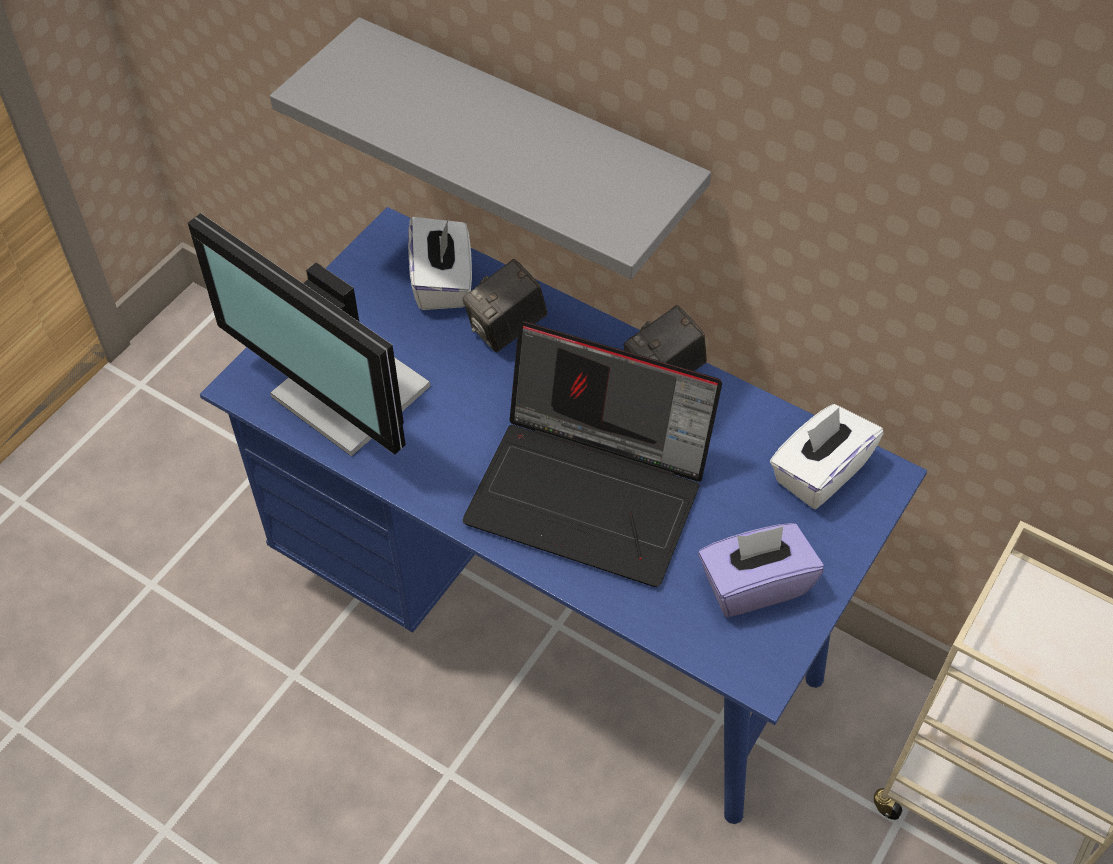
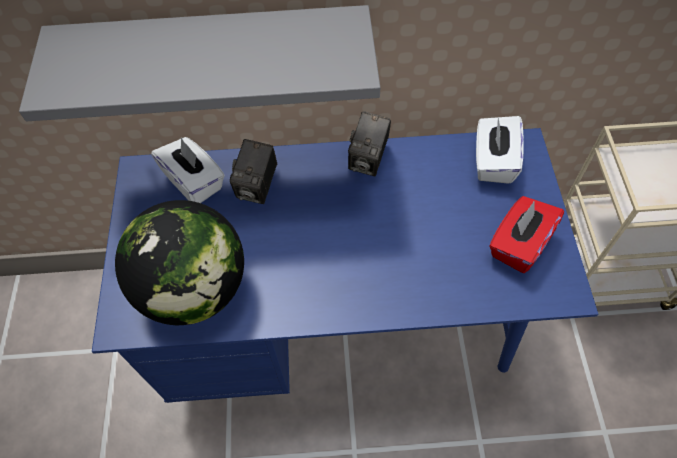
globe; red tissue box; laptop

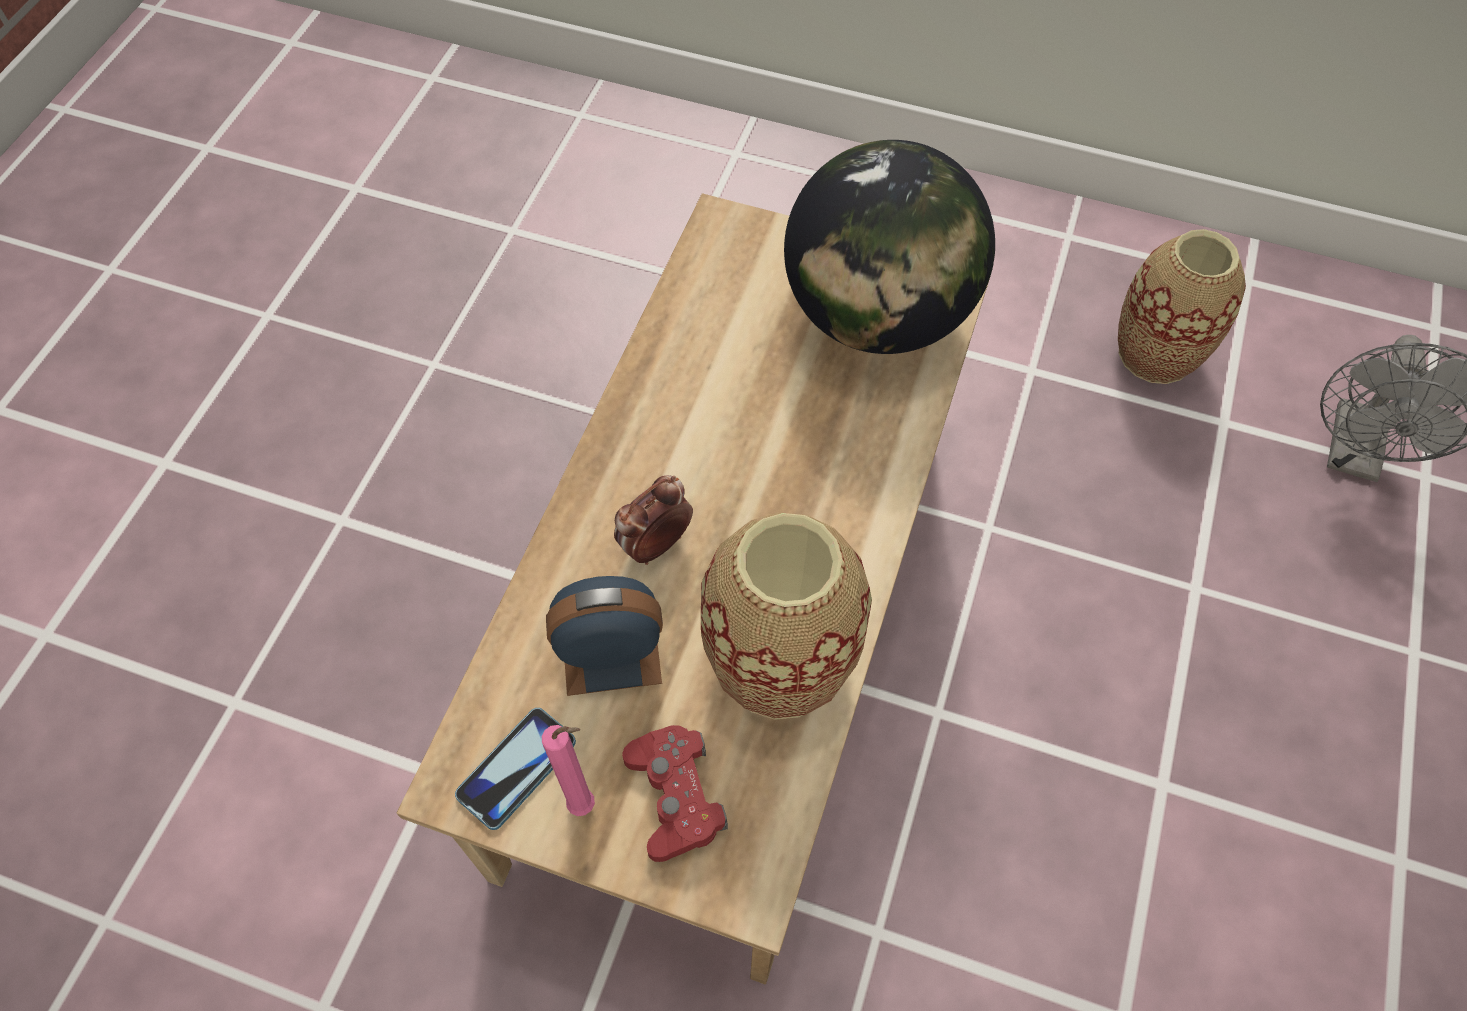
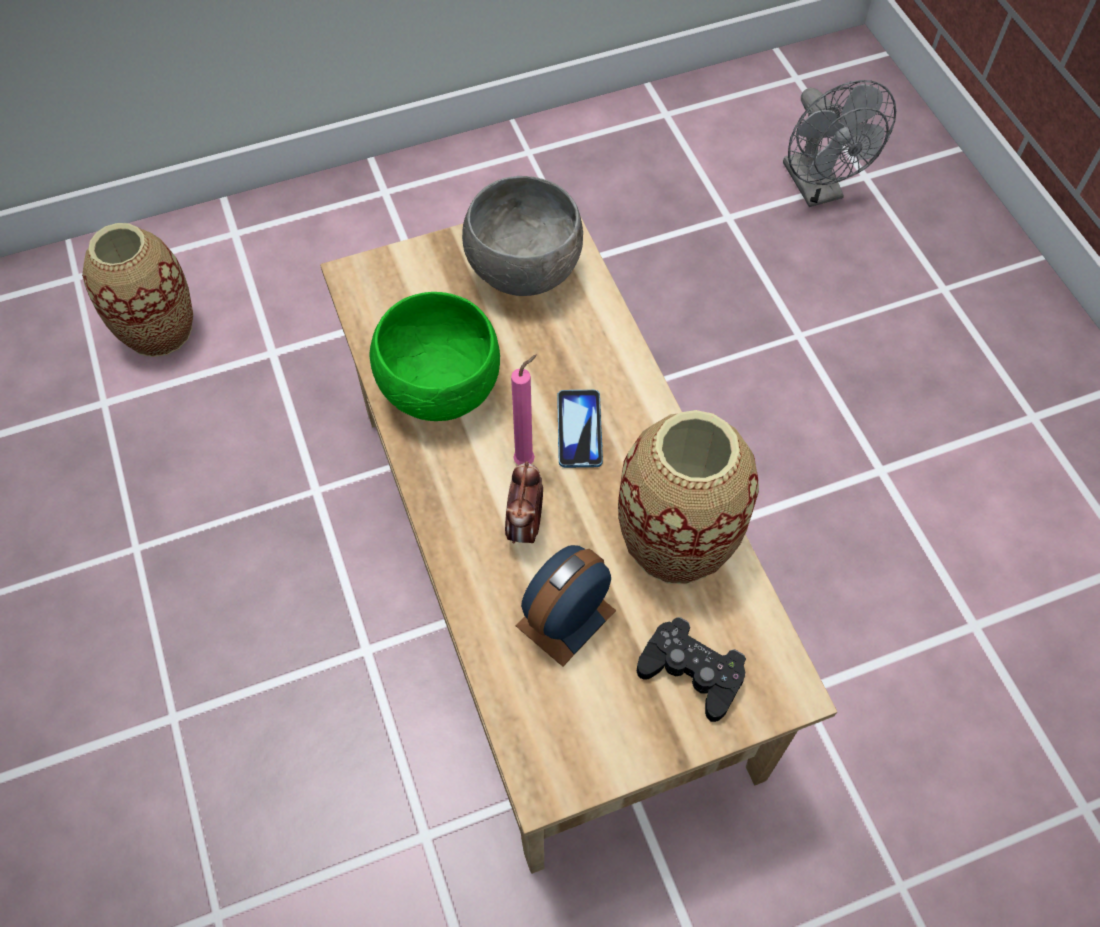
vase (1st from left); green bowl; grey bowl; pink candle; phone; black game controller

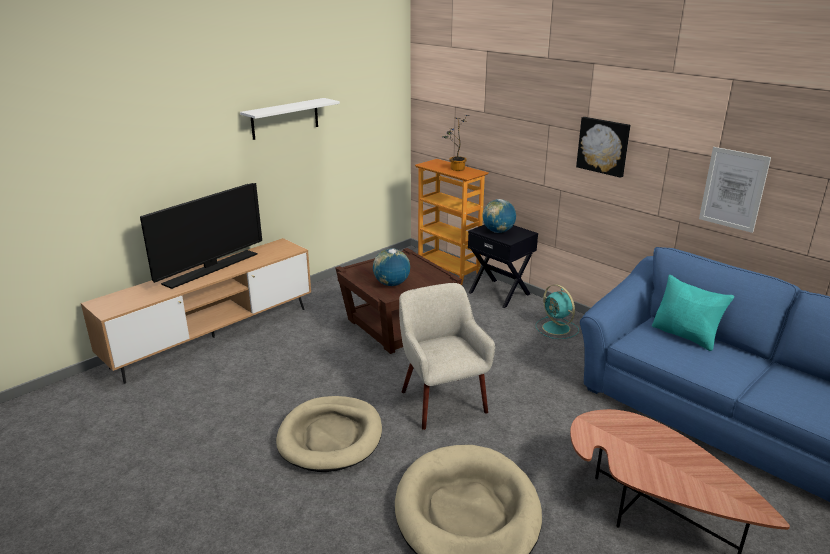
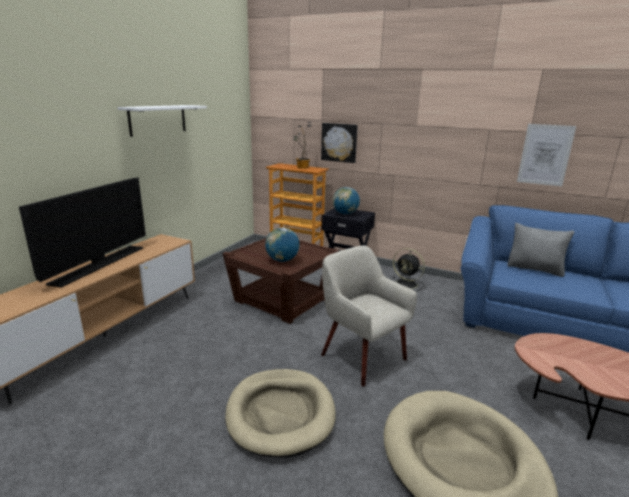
picture (1st from left); black fan; grey pillow

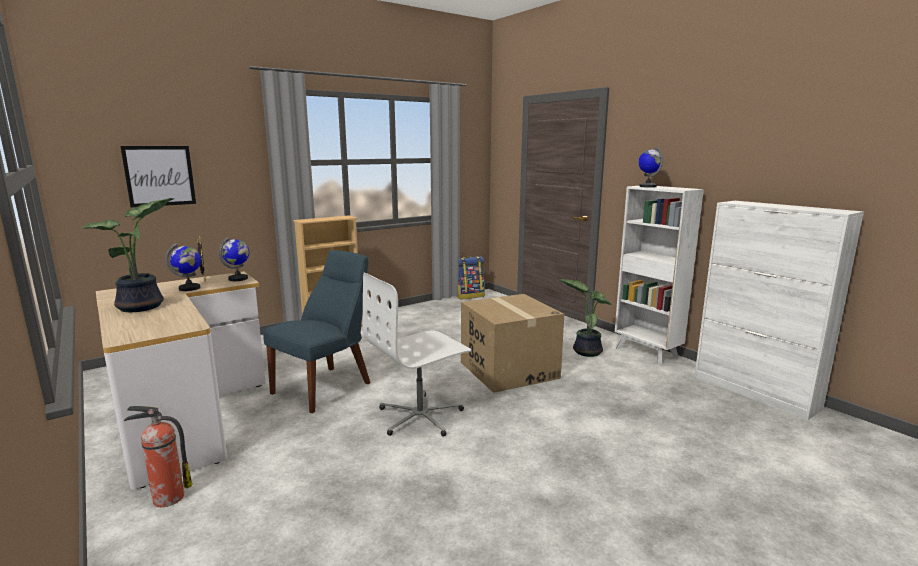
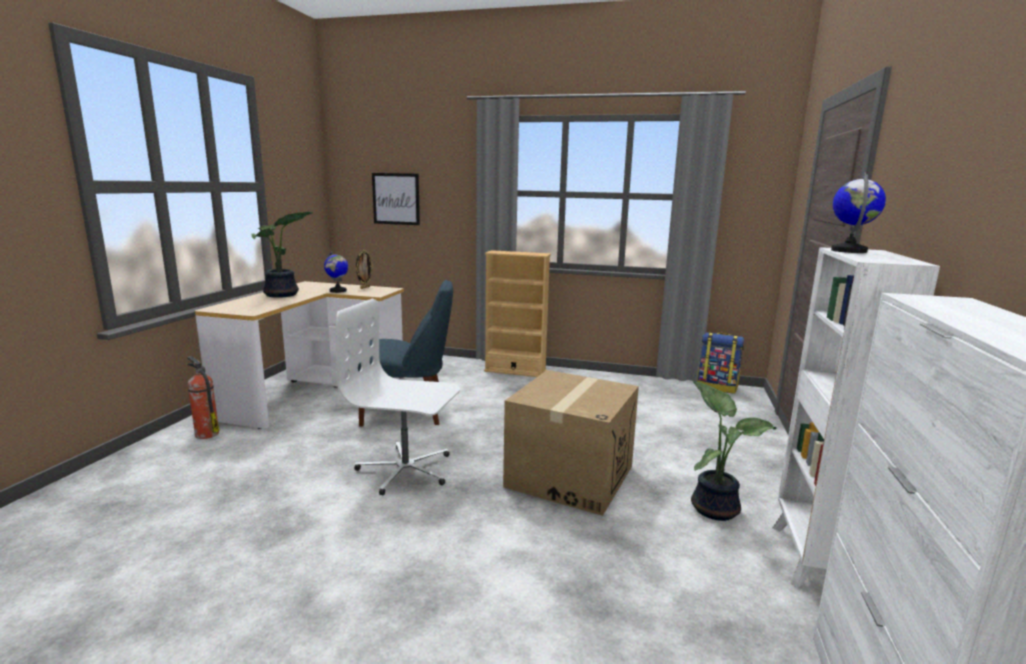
globe (2nd from left in the first image)

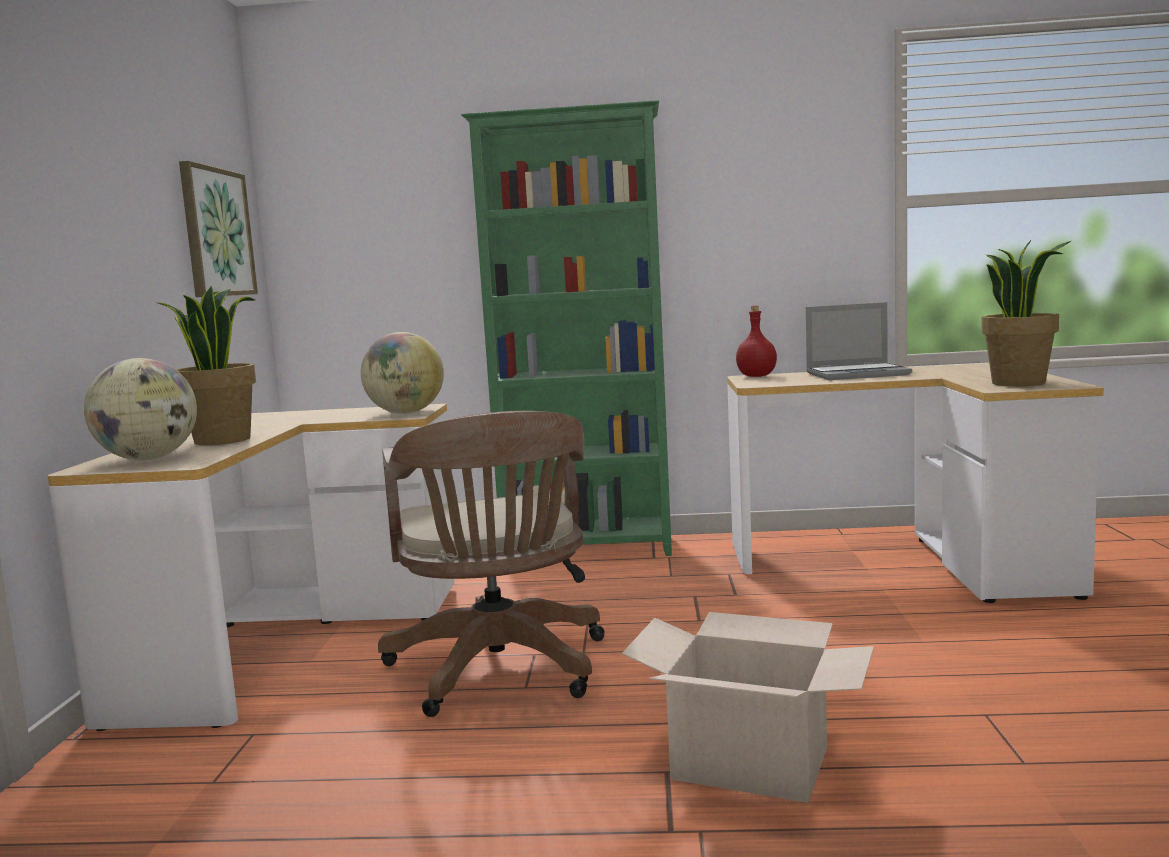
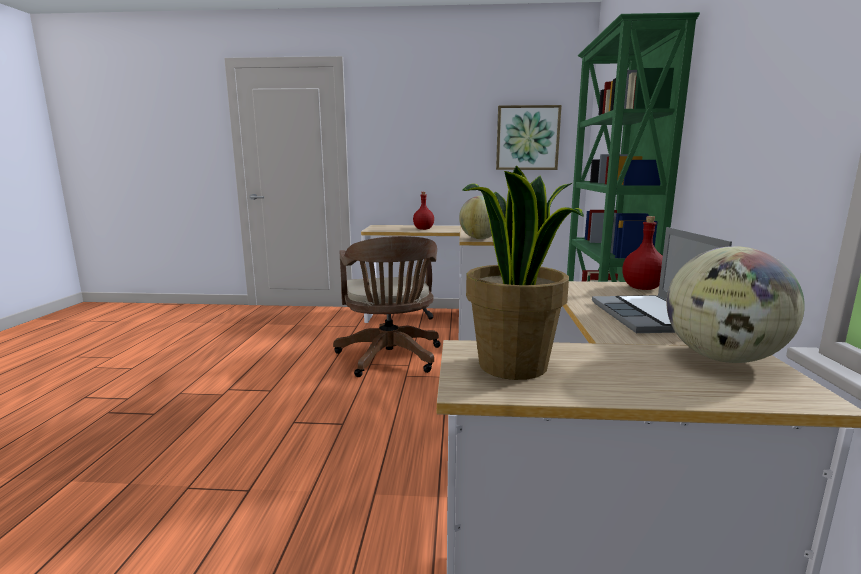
brown office chair; red bottle (1st from left); globe (2nd from left); cardboard box

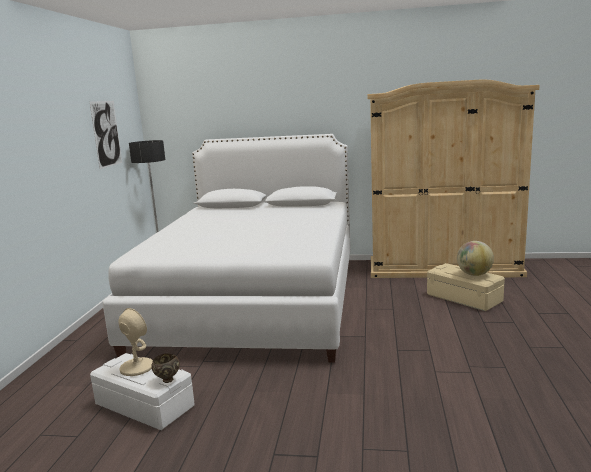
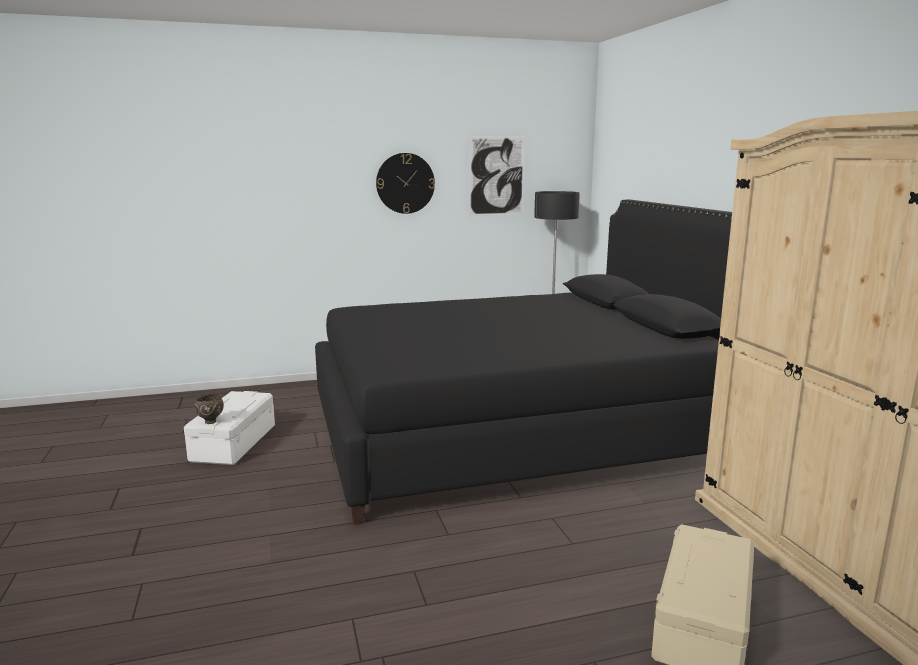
black bed; wall clock; beige table lamp; globe

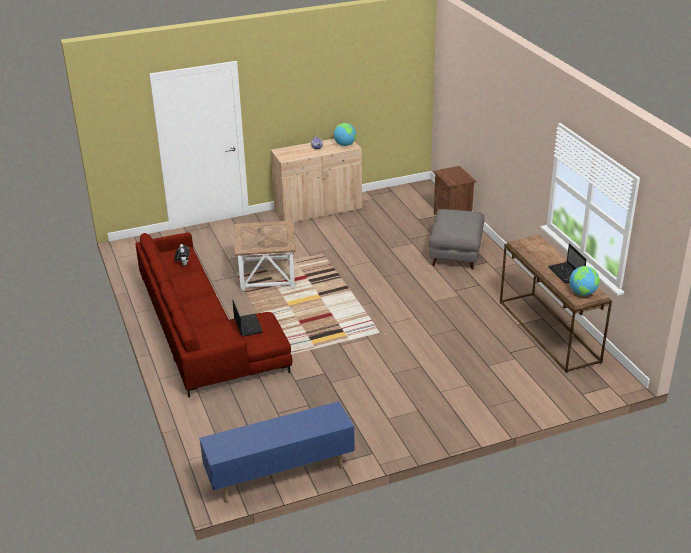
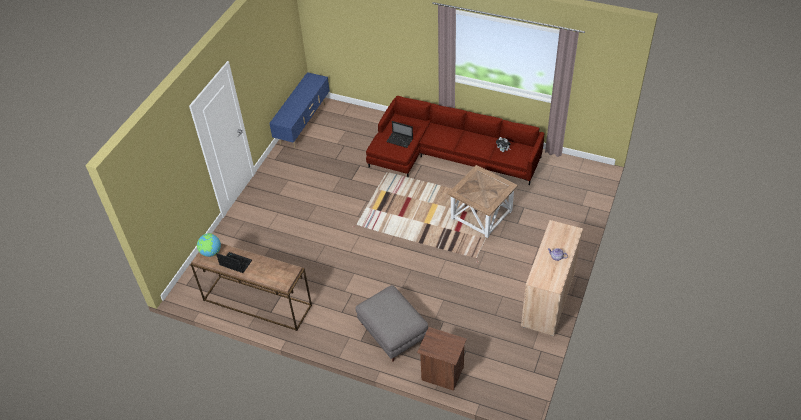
globe (1st from left in the first image)

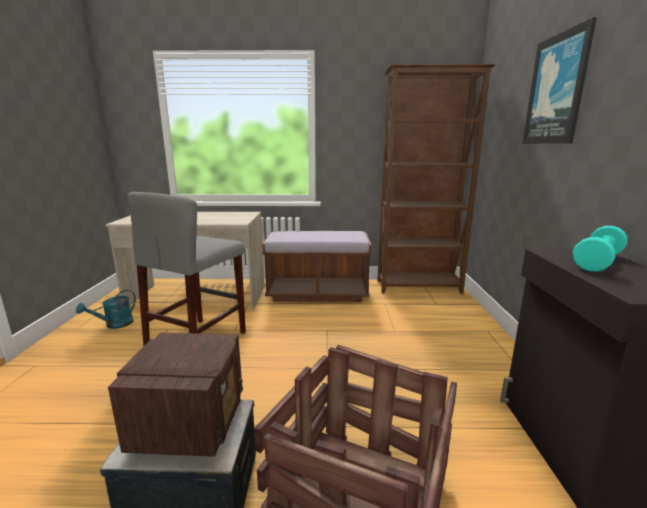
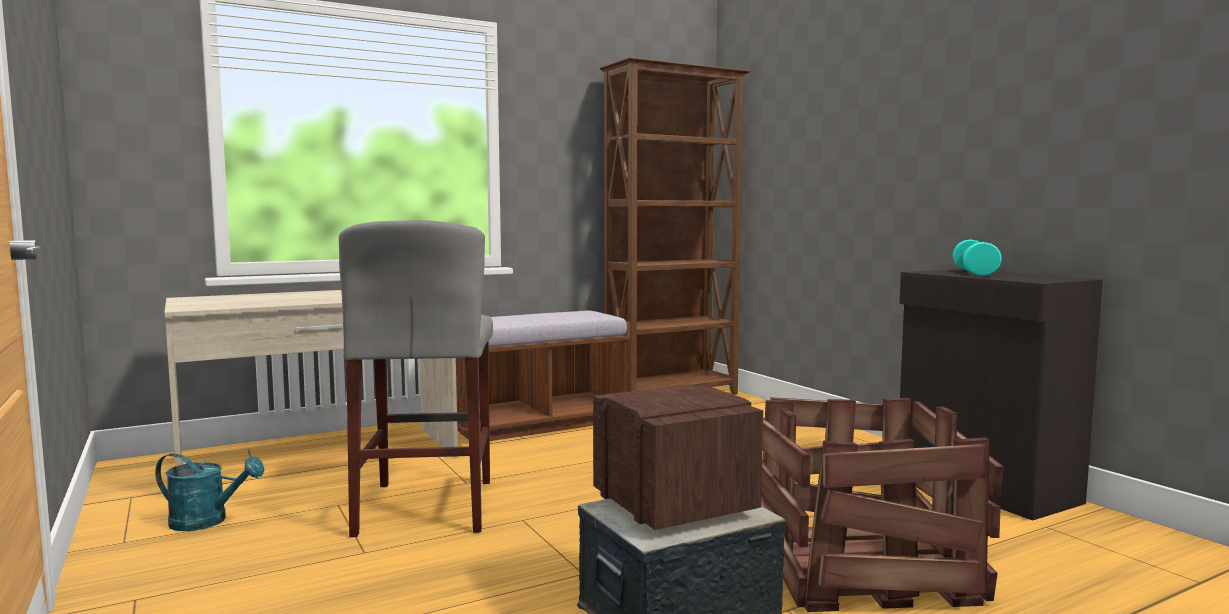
turquoise watering can; picture

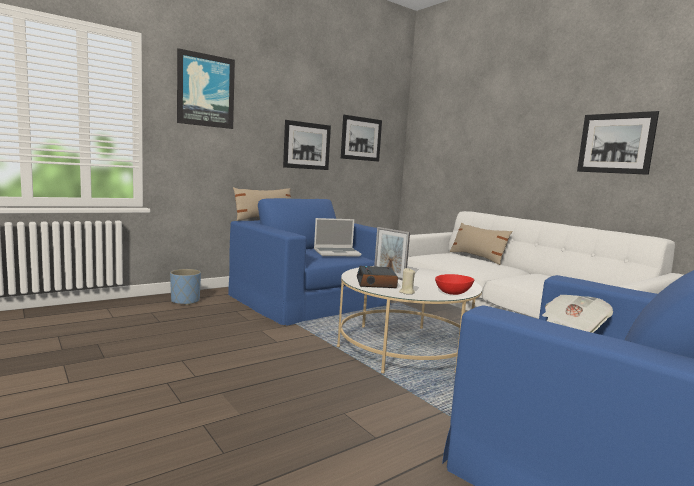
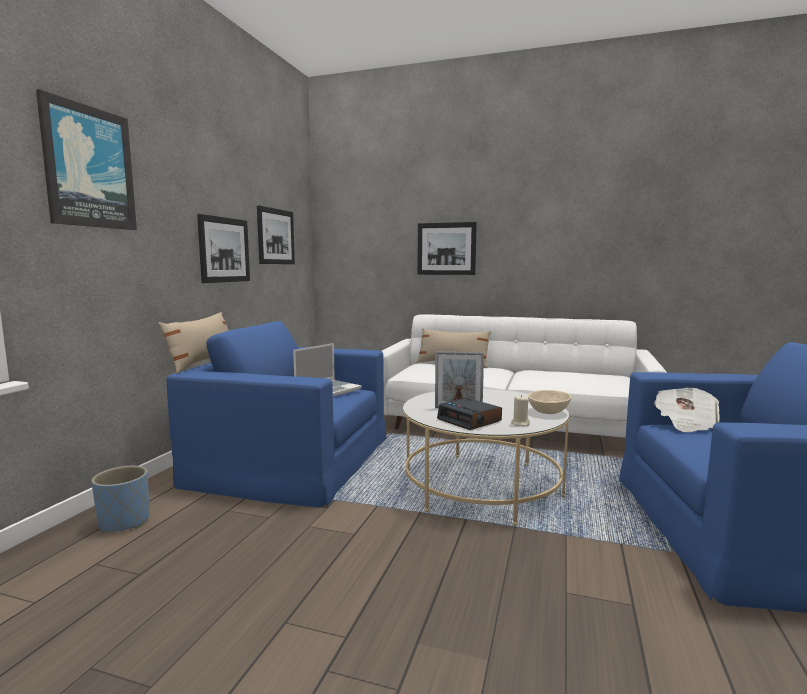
picture (4th from left); beige bowl

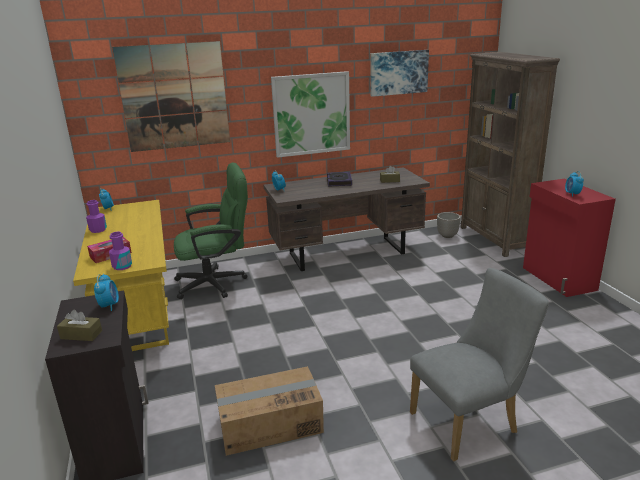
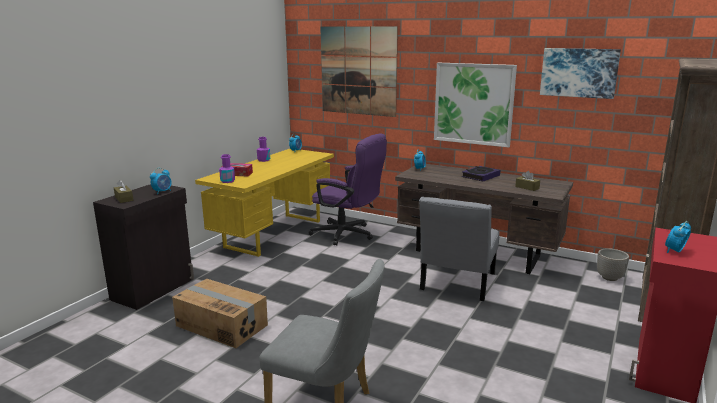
purple office chair; grey chair (2nd from left)

